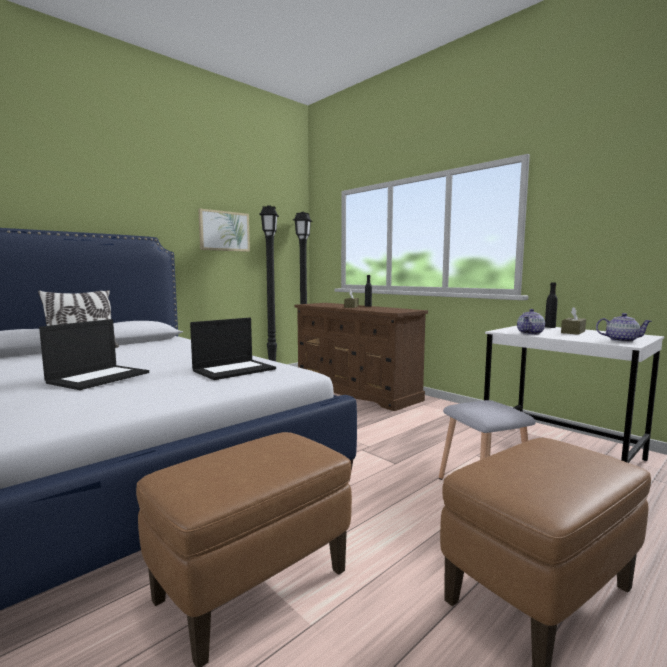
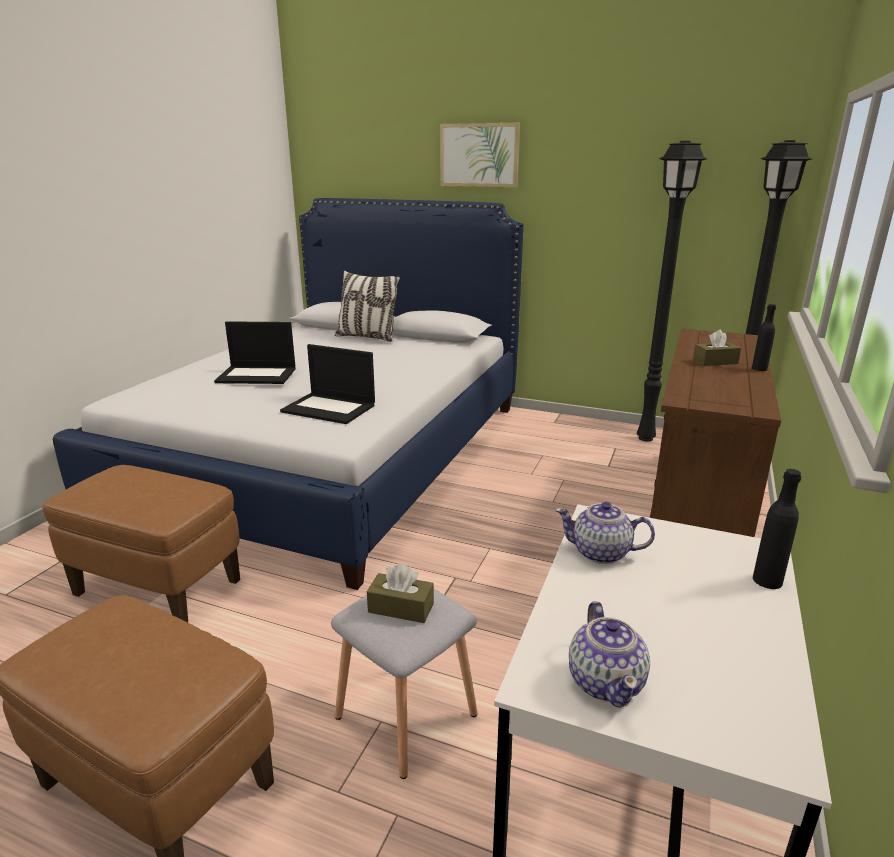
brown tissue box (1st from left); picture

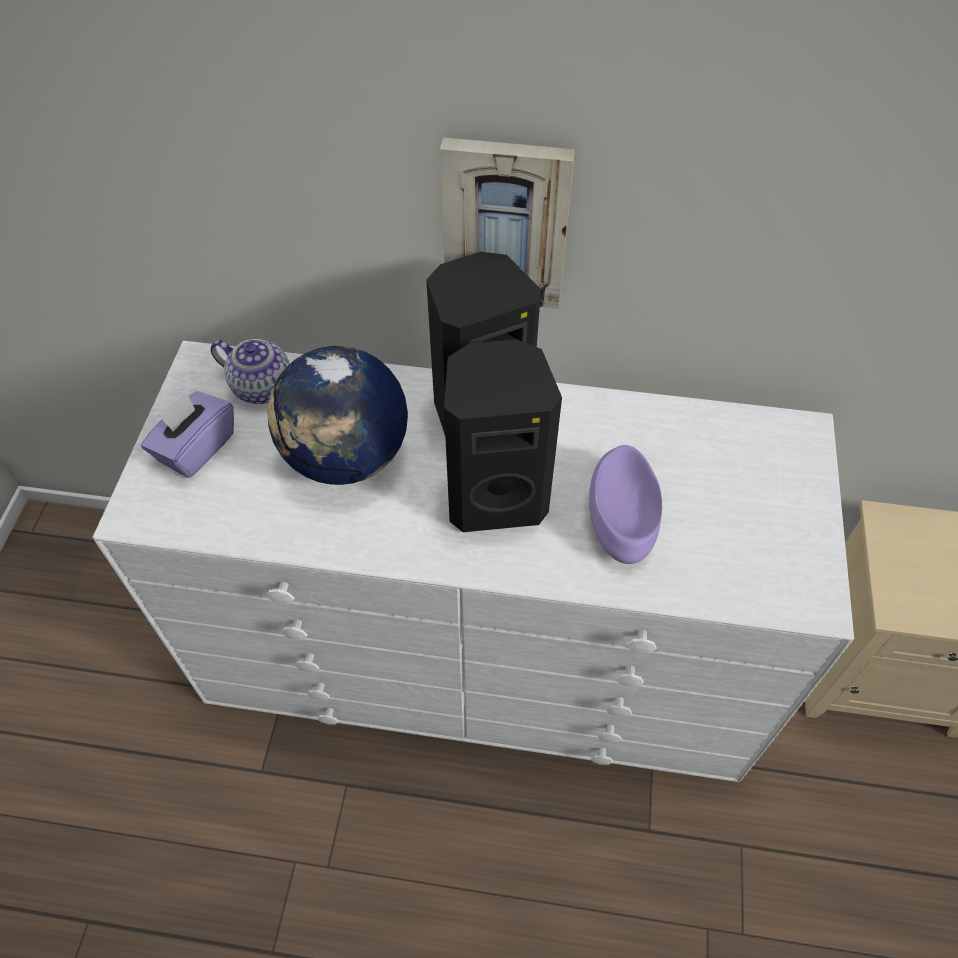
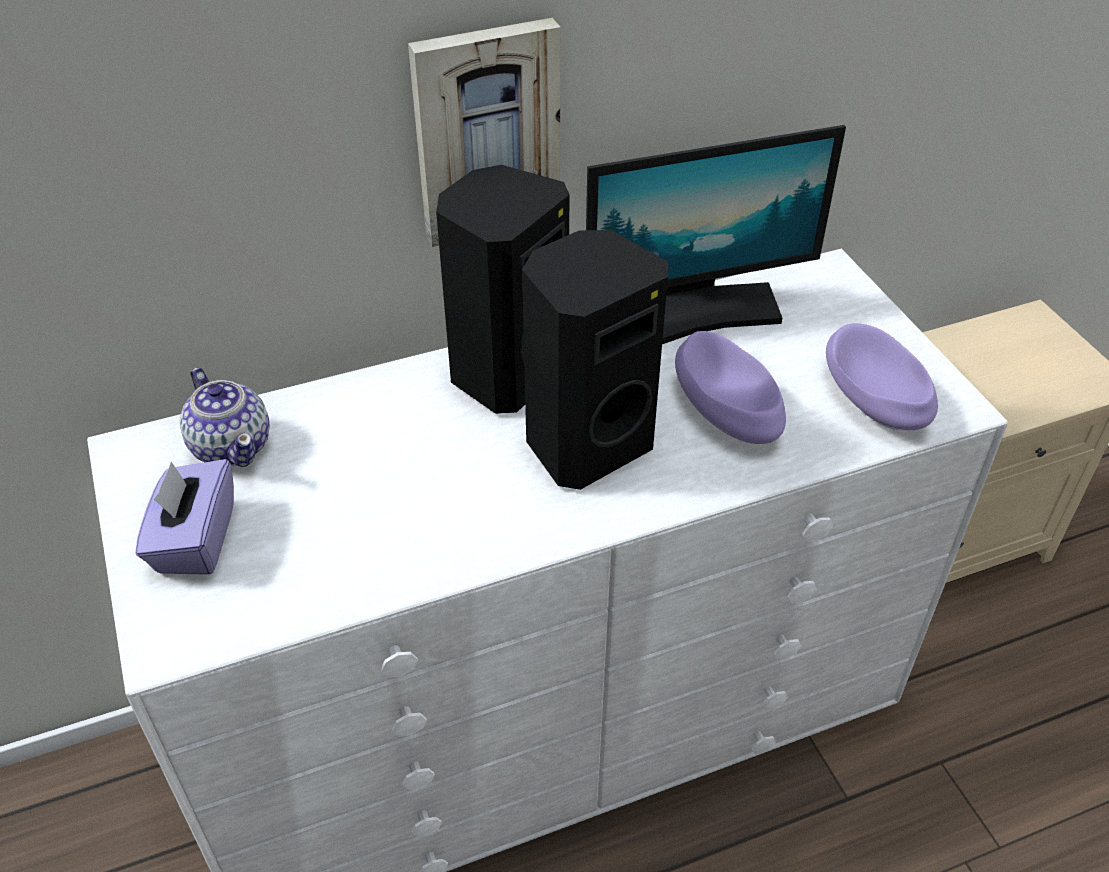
teapot; monitor; purple bowl (2nd from left); globe

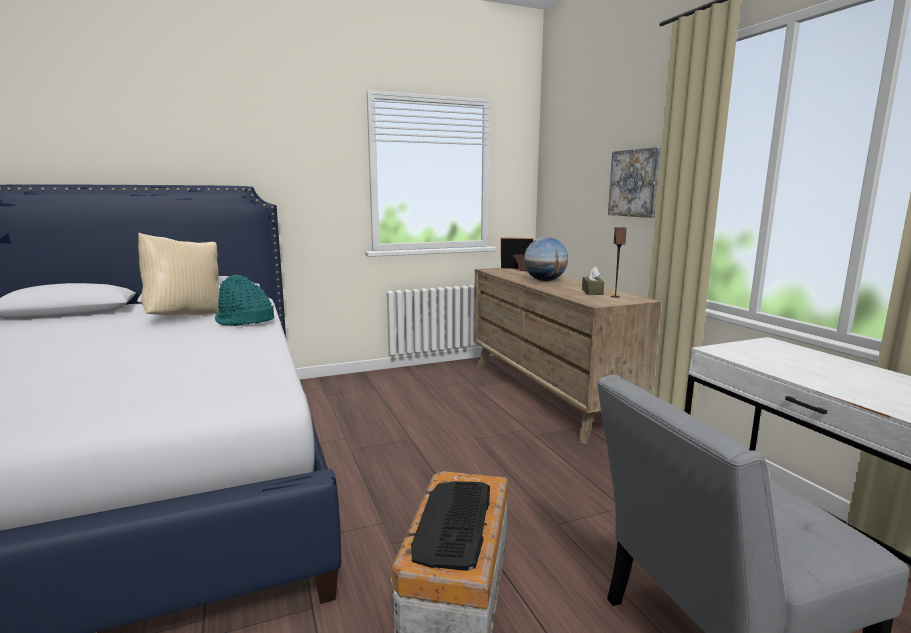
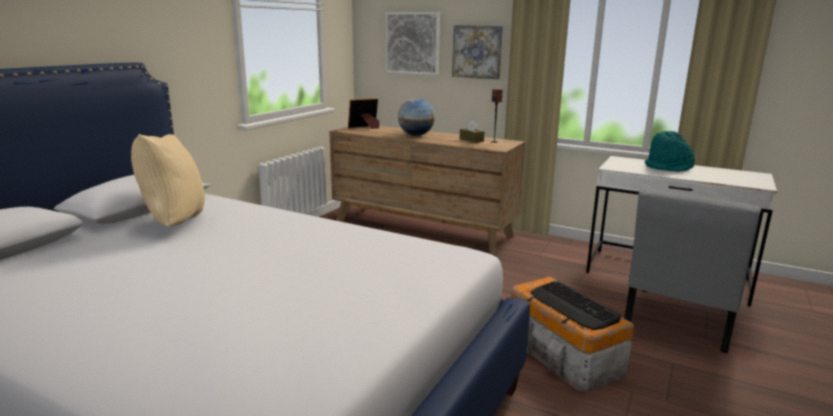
picture (1st from left); turquoise hat

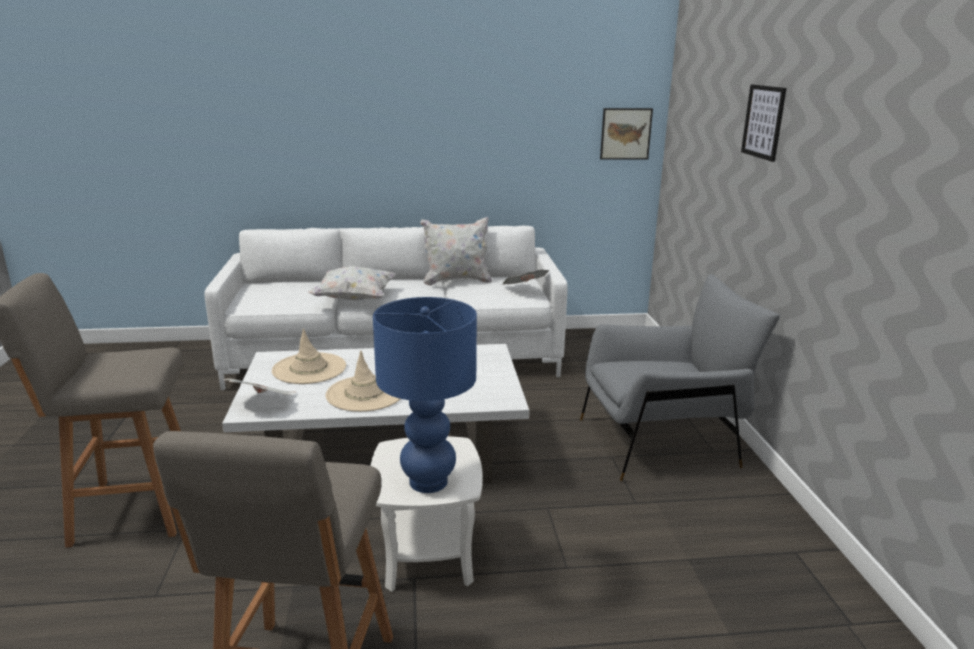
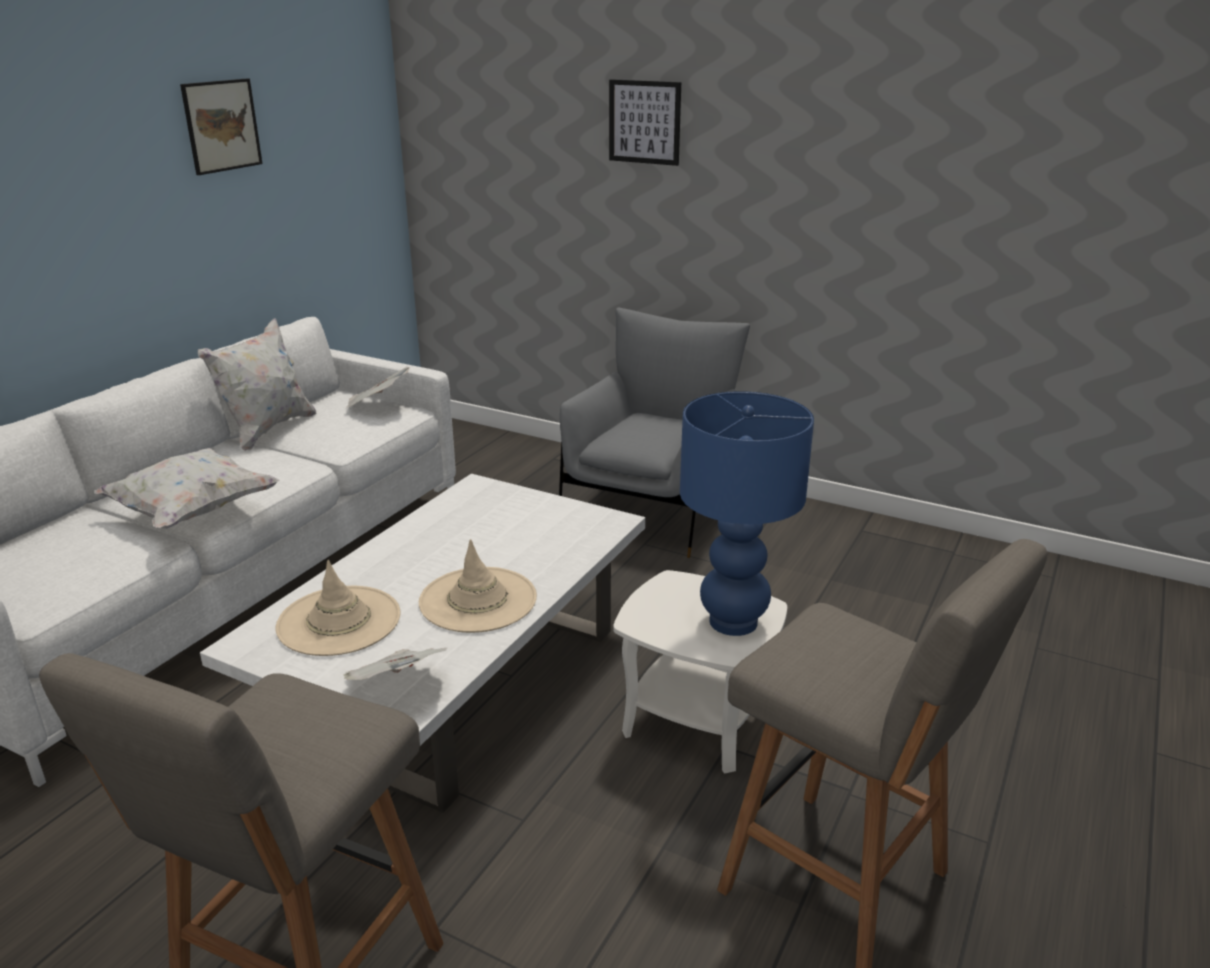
picture (1st from left)

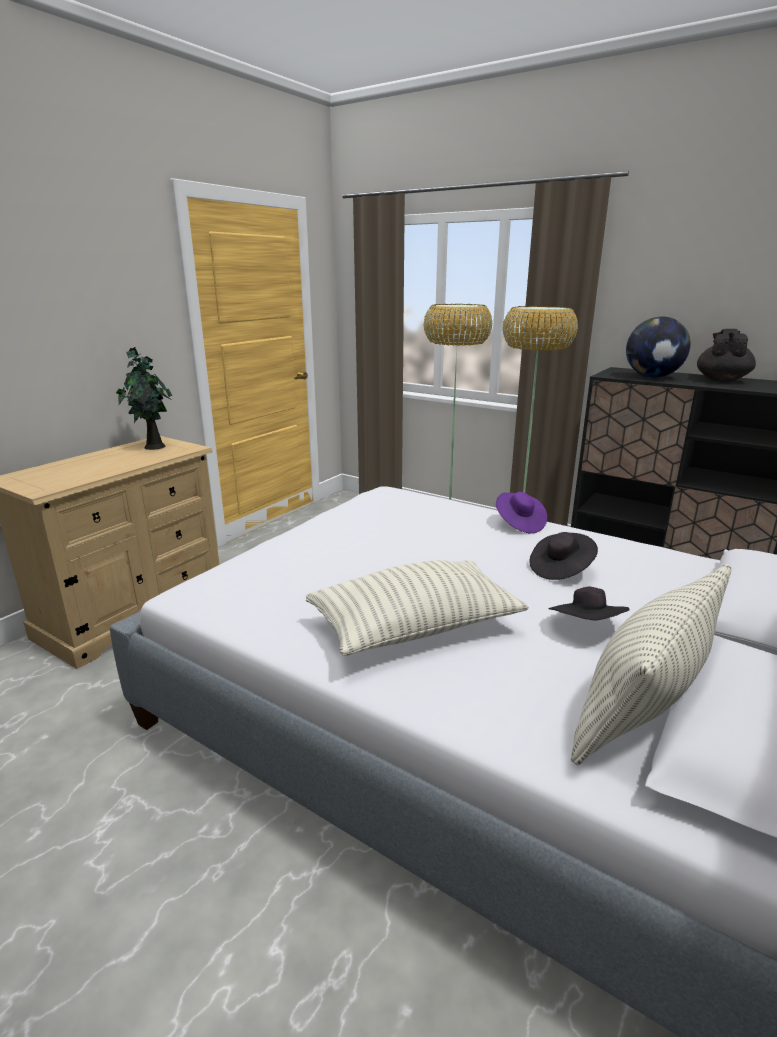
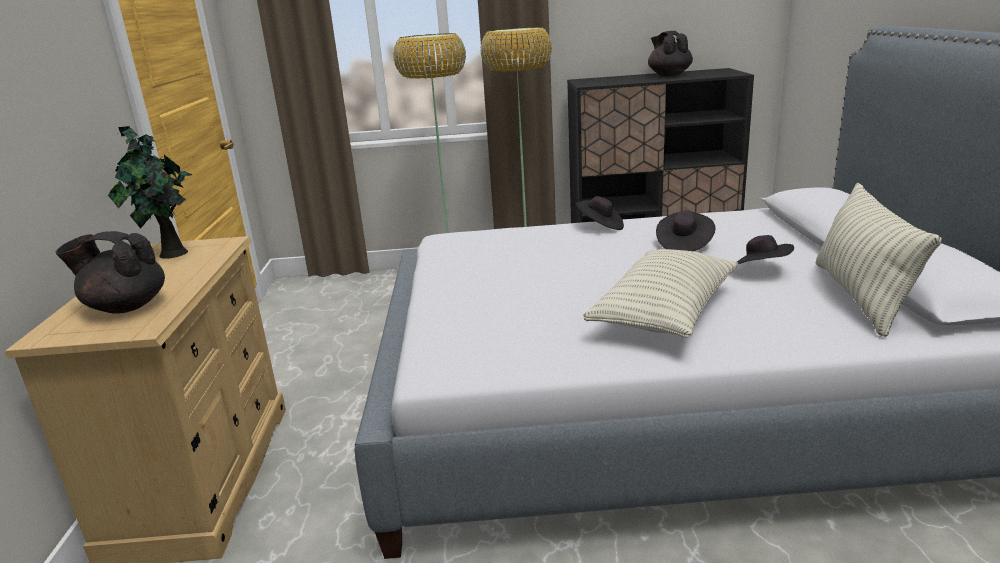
black teapot (1st from left); black hat (1st from left); globe

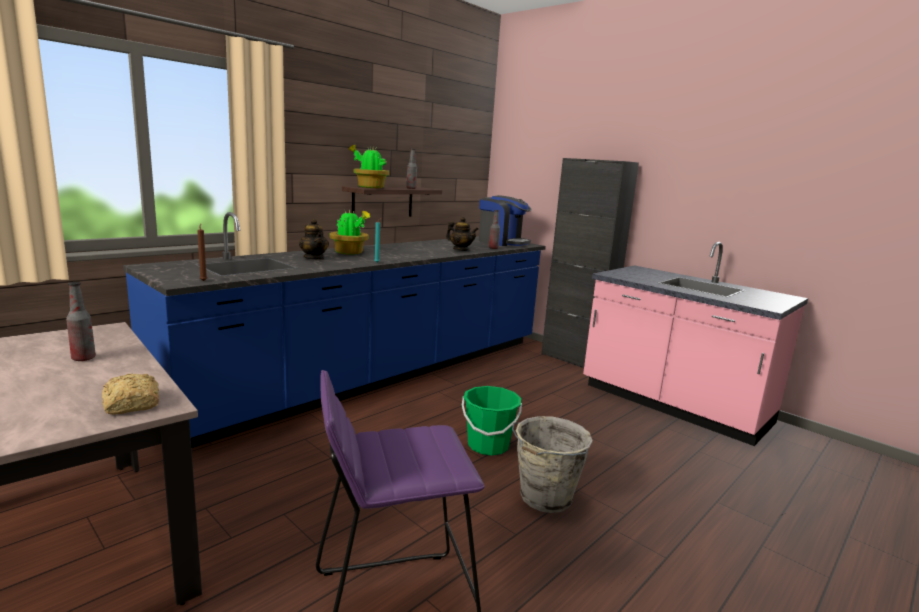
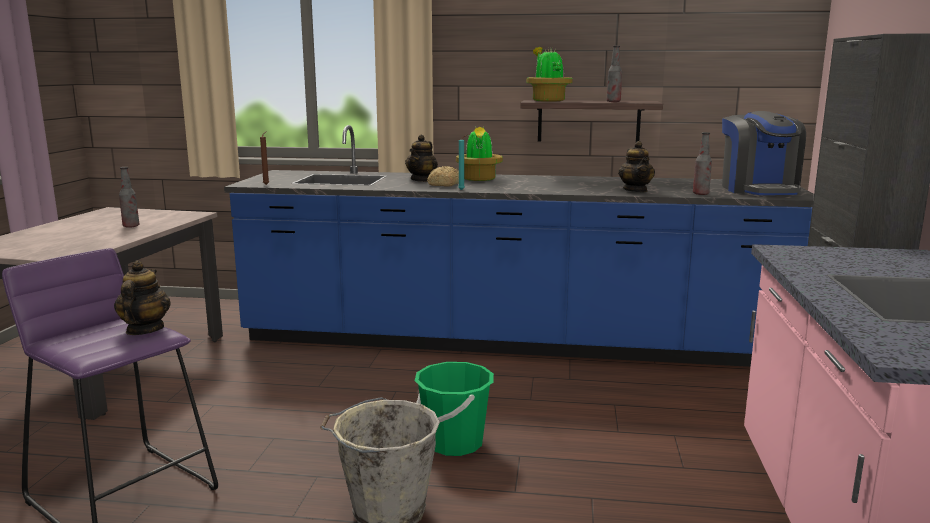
teapot (1st from left); bread

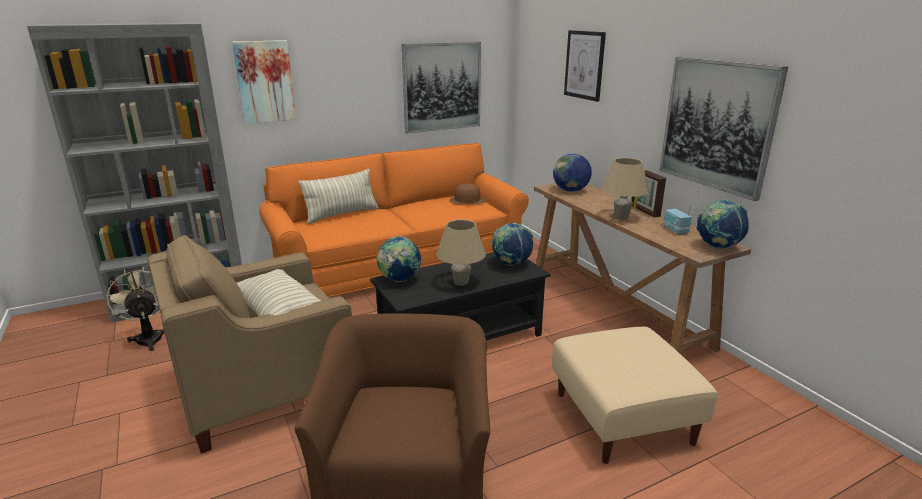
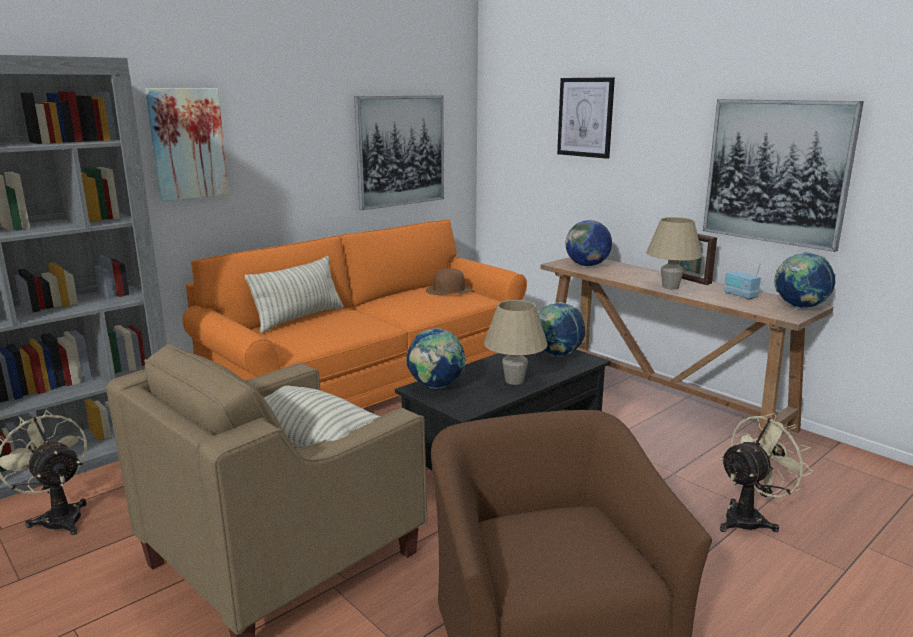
beige fan (2nd from left)

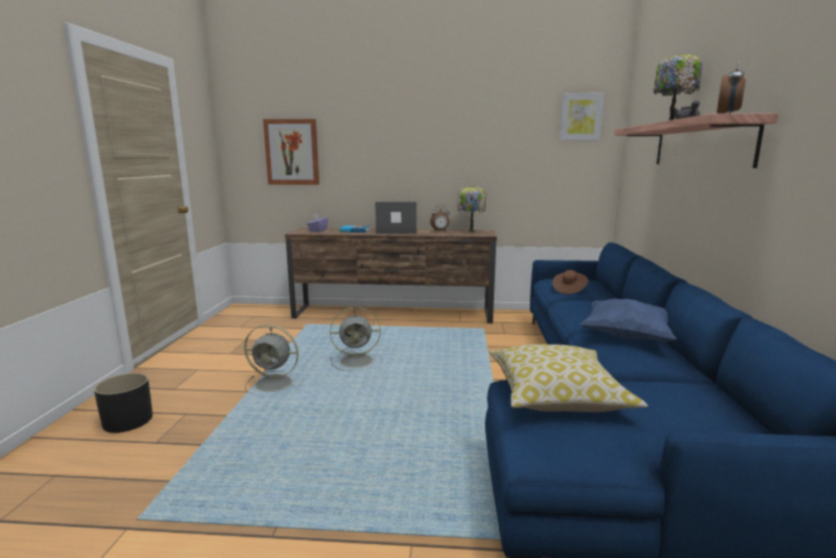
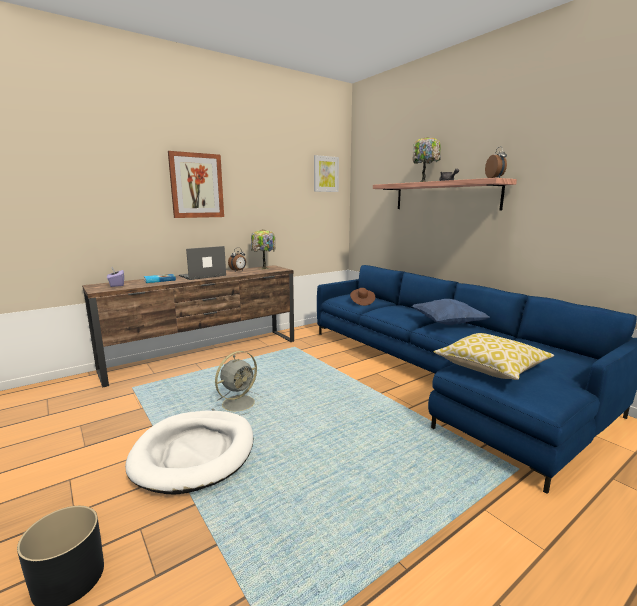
white dog bed; picture (1st from left)

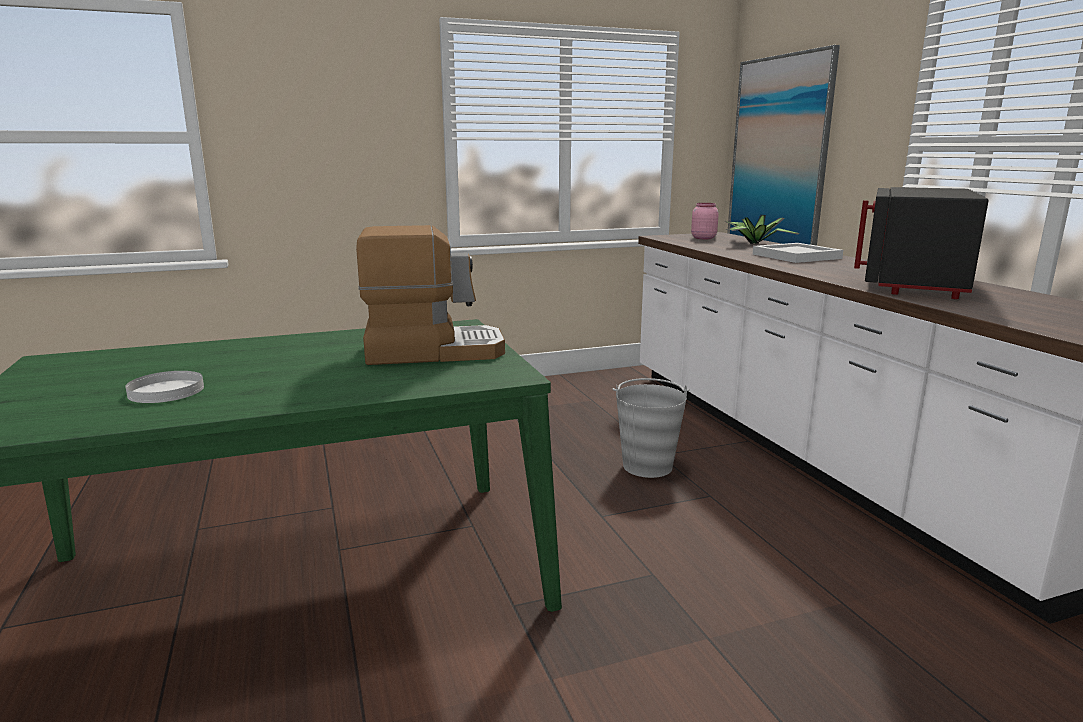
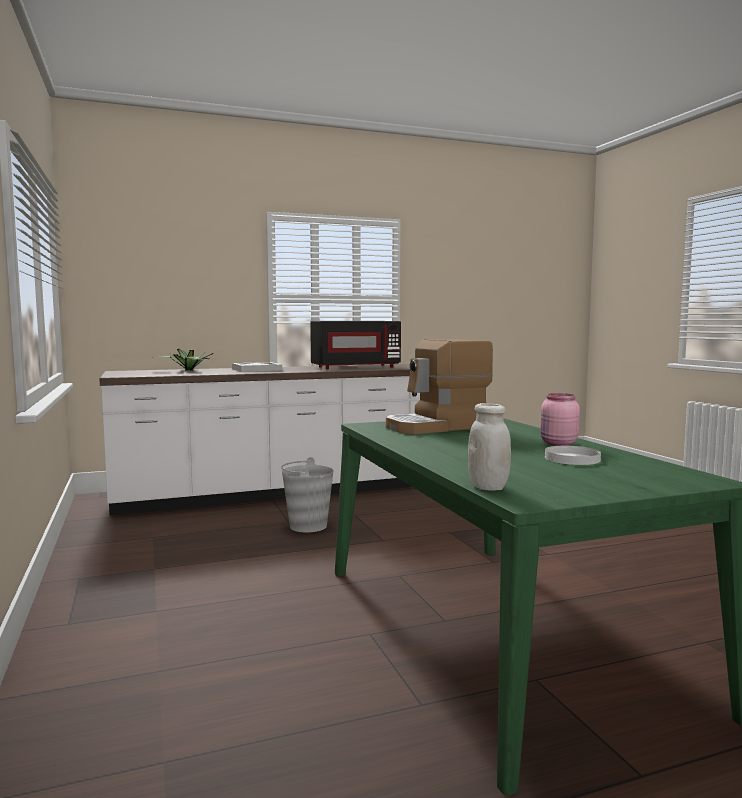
black microwave; coffee machine; white jar; pink jar; picture

